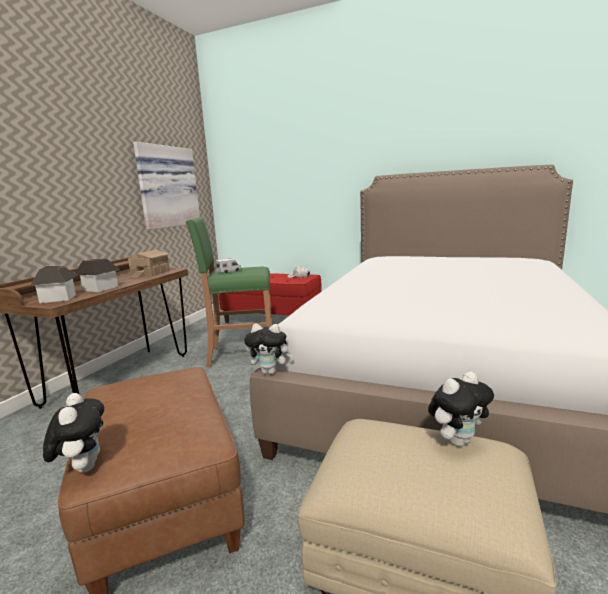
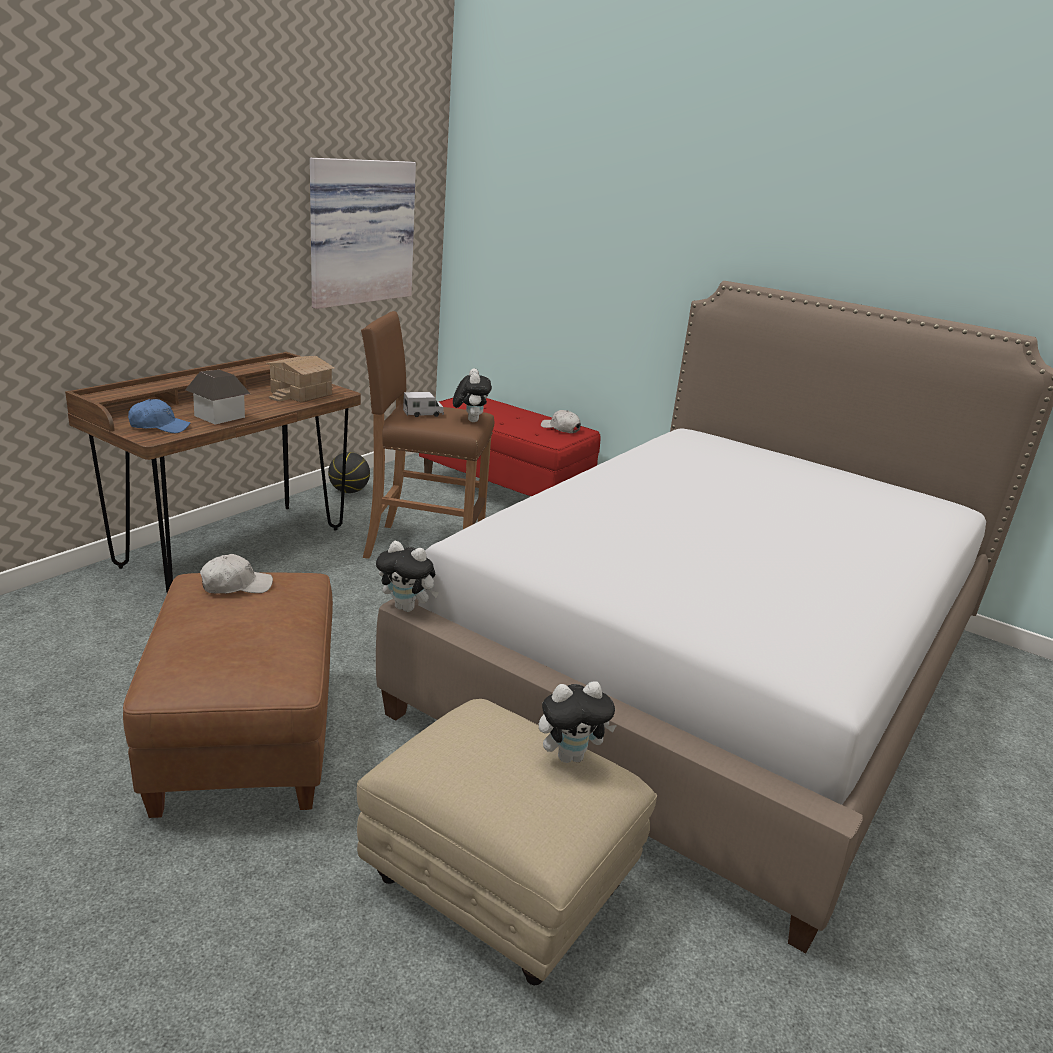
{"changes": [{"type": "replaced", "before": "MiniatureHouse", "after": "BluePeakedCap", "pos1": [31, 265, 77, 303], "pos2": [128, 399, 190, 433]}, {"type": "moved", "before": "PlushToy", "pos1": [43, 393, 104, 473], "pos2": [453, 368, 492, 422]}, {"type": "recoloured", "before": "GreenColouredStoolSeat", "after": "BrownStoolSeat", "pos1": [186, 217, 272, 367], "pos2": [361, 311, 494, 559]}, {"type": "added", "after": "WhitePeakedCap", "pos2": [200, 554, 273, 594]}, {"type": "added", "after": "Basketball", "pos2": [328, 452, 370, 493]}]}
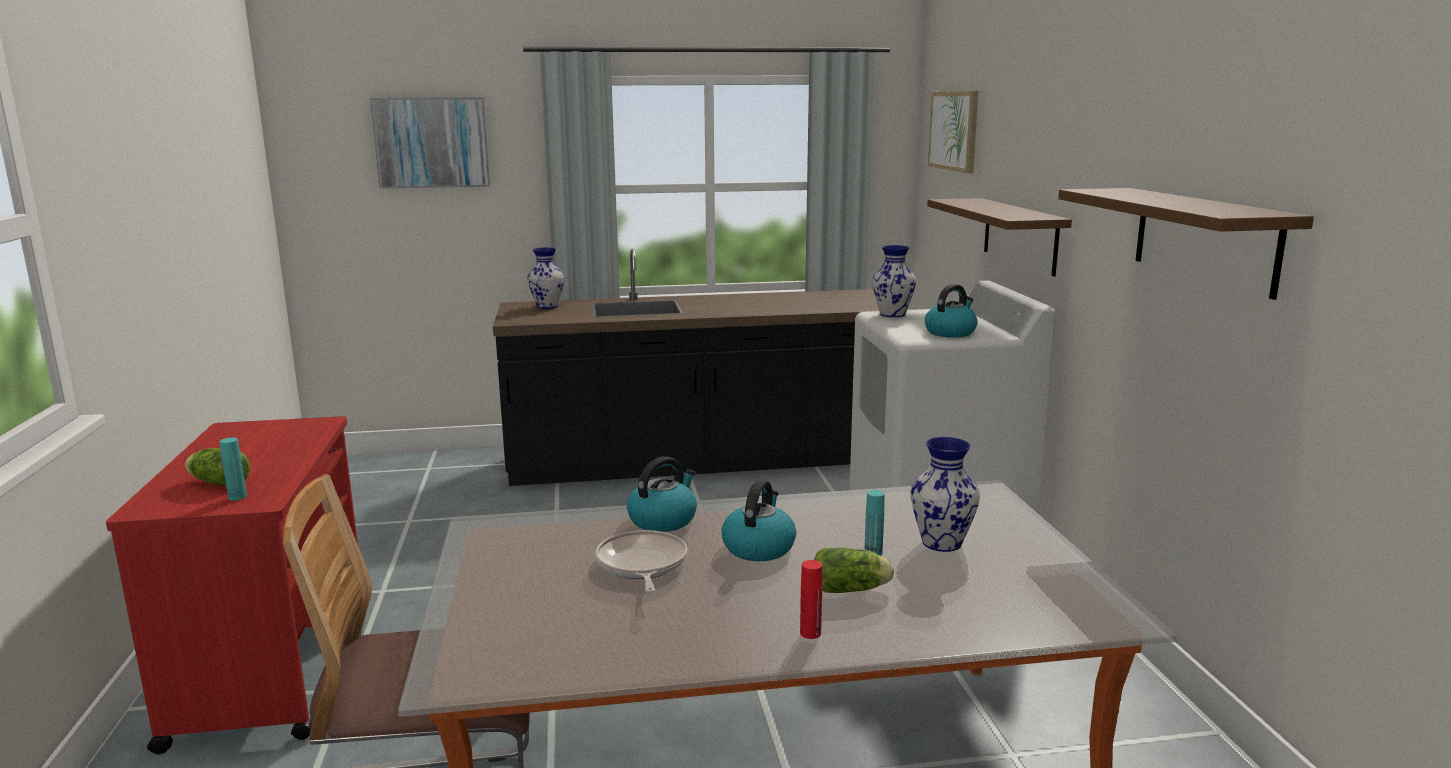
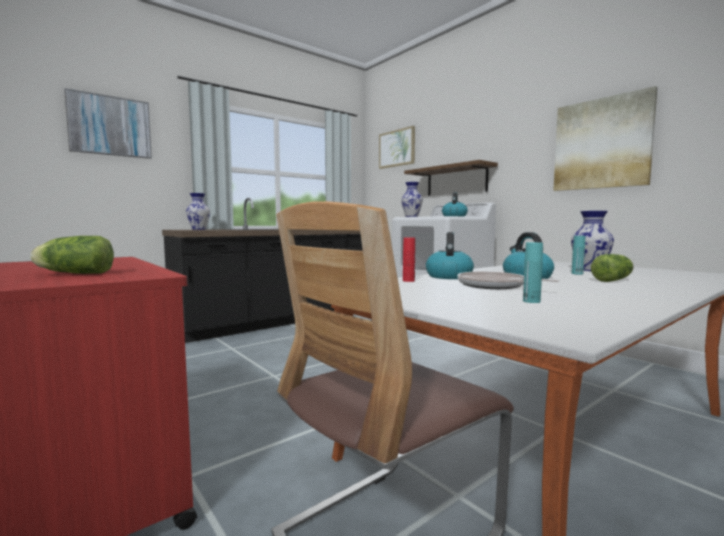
{"changes": [{"type": "moved", "before": "TurquoiseColouredBottle", "pos1": [220, 438, 247, 501], "pos2": [523, 242, 543, 303]}, {"type": "moved", "before": "ReddishBottle", "pos1": [800, 560, 822, 639], "pos2": [403, 237, 415, 282]}, {"type": "replaced", "before": "BrownShelf", "after": "WallPicture", "pos1": [1058, 188, 1314, 300], "pos2": [553, 86, 658, 191]}]}
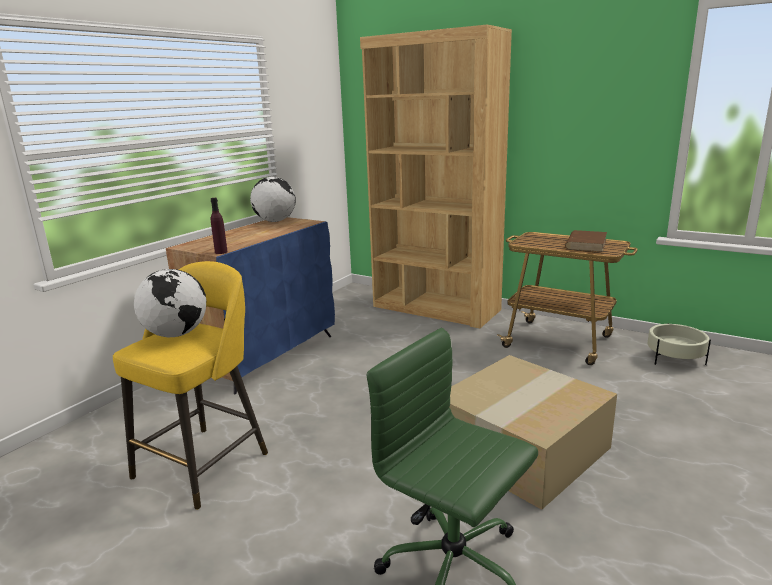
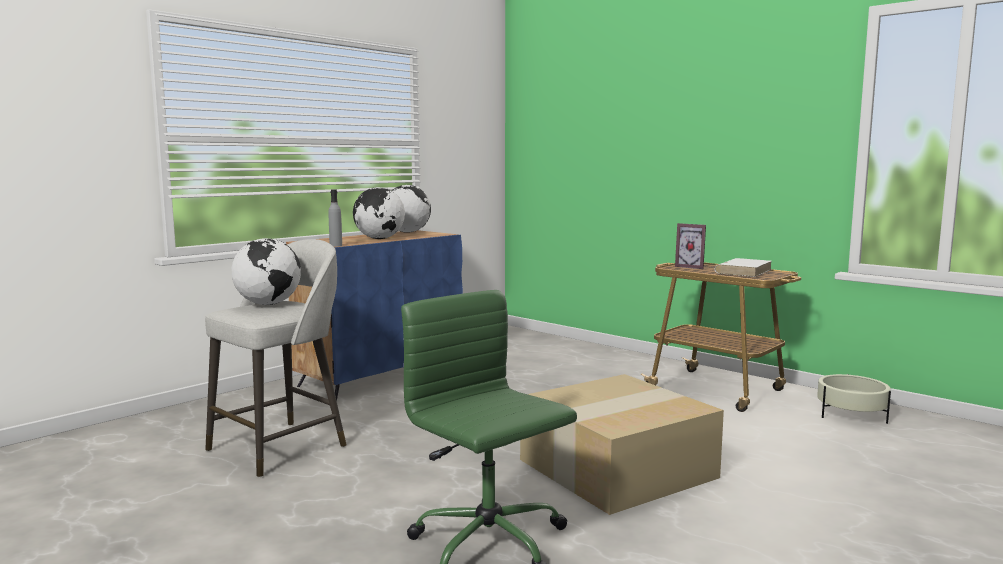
{"changes": [{"type": "recoloured", "before": "YellowColouredStoolSeat", "after": "GreyishStoolSeat", "pos1": [113, 261, 268, 509], "pos2": [205, 239, 347, 477]}, {"type": "recoloured", "before": "PurpleBottle", "after": "GreyishBottle", "pos1": [211, 198, 227, 254], "pos2": [328, 190, 342, 247]}, {"type": "removed", "before": "BrownBookshelf", "pos1": [360, 25, 512, 328]}, {"type": "recoloured", "before": "BrownBook", "after": "WhiteBook", "pos1": [565, 230, 607, 252], "pos2": [715, 258, 772, 277]}, {"type": "added", "after": "Globe", "pos2": [353, 187, 405, 239]}, {"type": "added", "after": "StandingFrame", "pos2": [675, 223, 706, 269]}]}
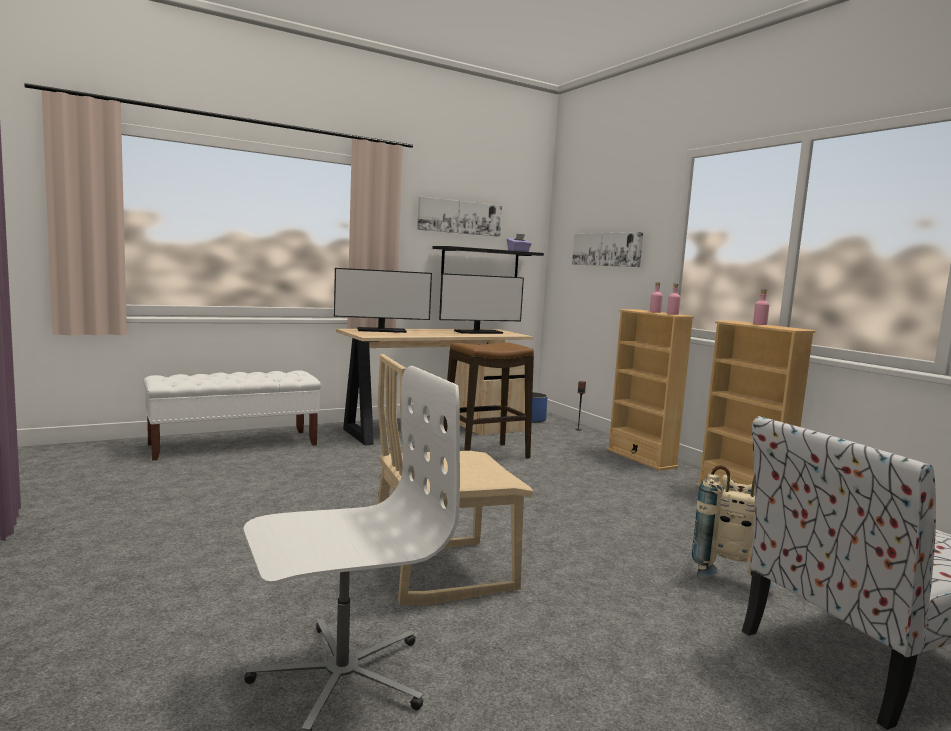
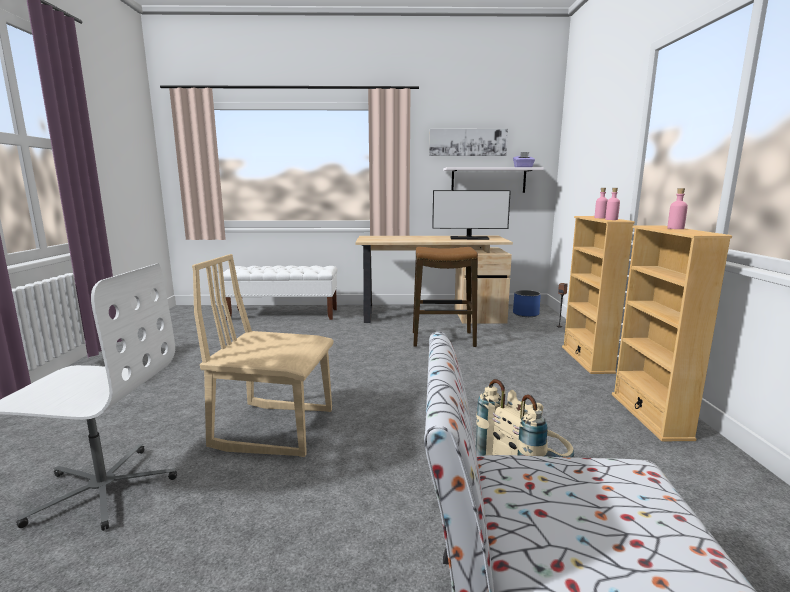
{"changes": [{"type": "removed", "before": "ComputerDisplay", "pos1": [334, 268, 432, 333]}, {"type": "recoloured", "before": "BlackishShelf", "after": "WhiteShelf", "pos1": [433, 246, 544, 277], "pos2": [443, 167, 544, 193]}, {"type": "removed", "before": "WallPicture", "pos1": [572, 232, 643, 267]}]}
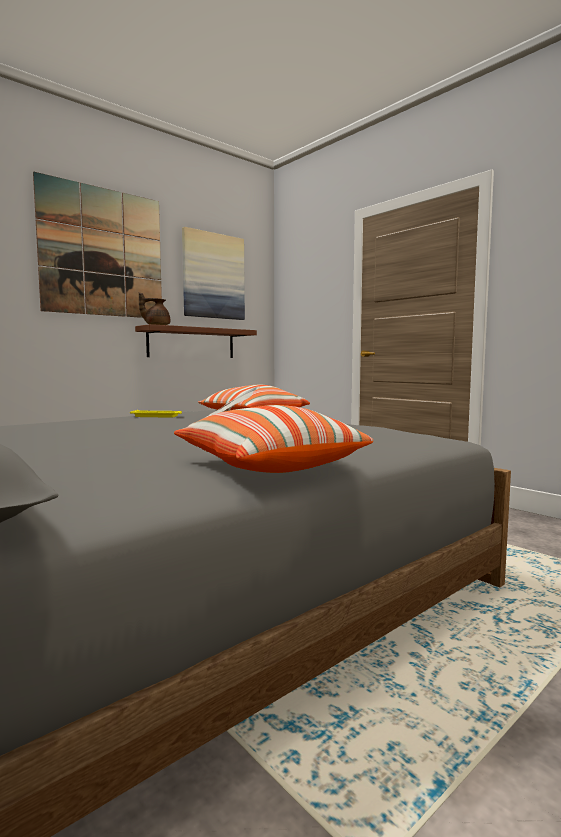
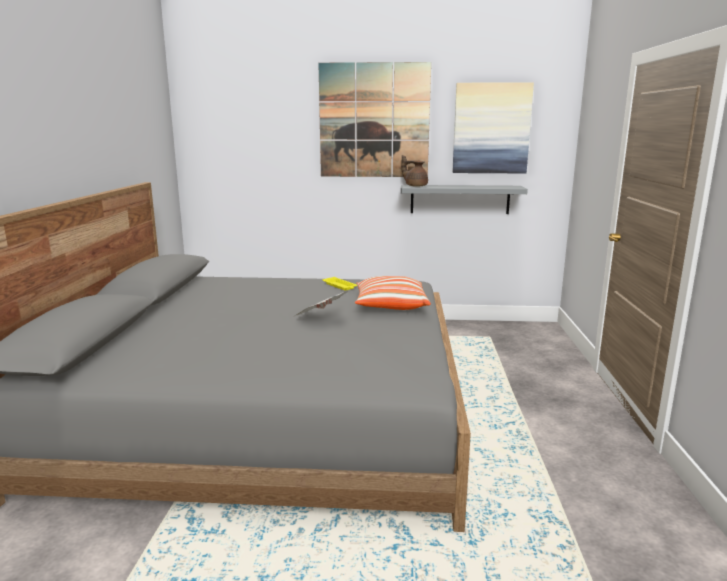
{"changes": [{"type": "recoloured", "before": "BrownShelf", "after": "GreyishShelf", "pos1": [135, 324, 257, 358], "pos2": [401, 185, 528, 214]}, {"type": "removed", "before": "Pillow", "pos1": [174, 405, 373, 473]}]}
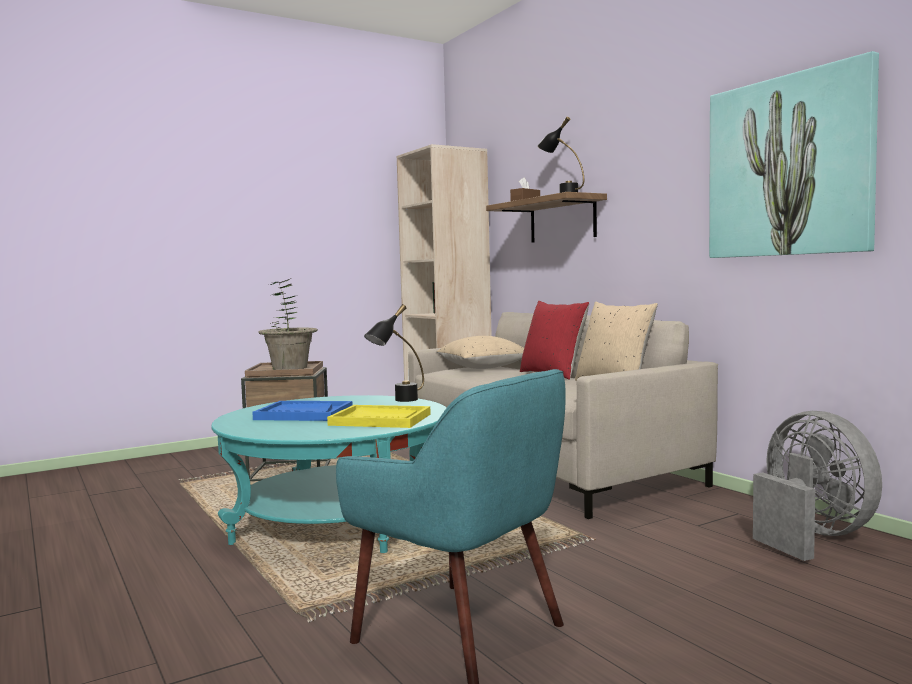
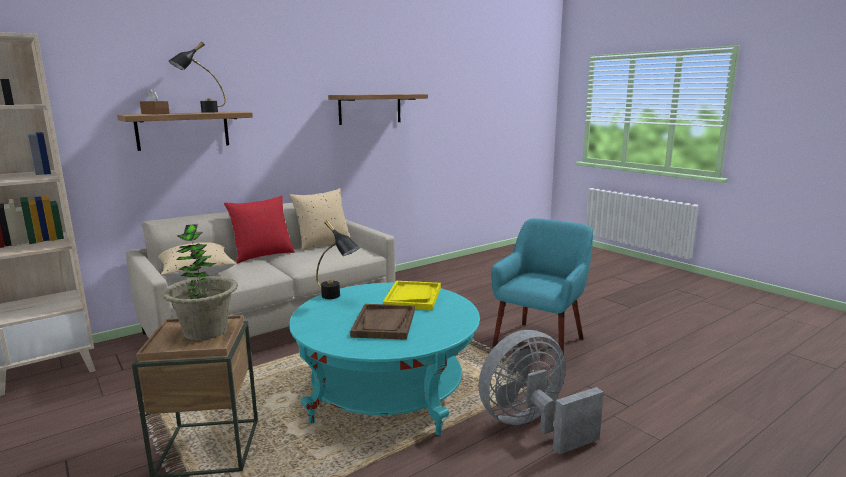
{"changes": [{"type": "recoloured", "before": "BlueTray", "after": "BrownTray", "pos1": [252, 401, 352, 421], "pos2": [350, 304, 415, 340]}, {"type": "replaced", "before": "WallPicture", "after": "Shelf", "pos1": [709, 51, 879, 258], "pos2": [328, 94, 428, 125]}, {"type": "moved", "before": "GreyishFan", "pos1": [753, 411, 882, 561], "pos2": [479, 330, 604, 455]}]}
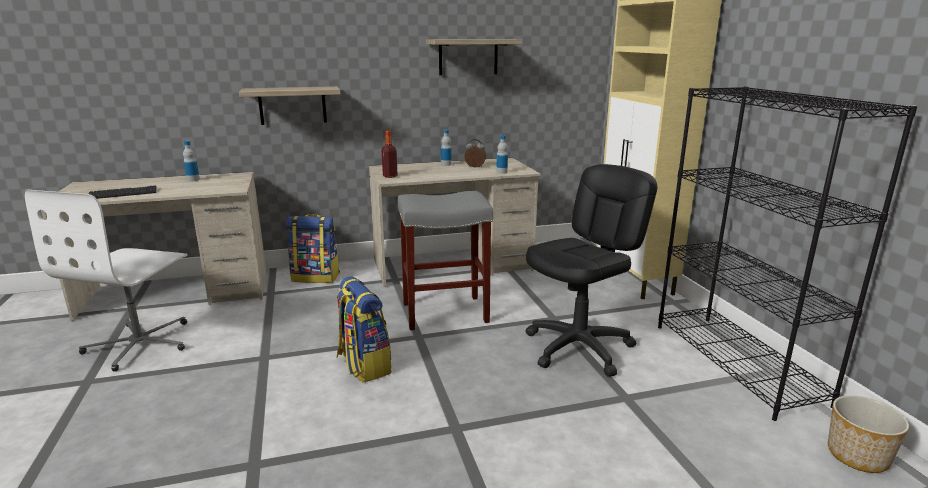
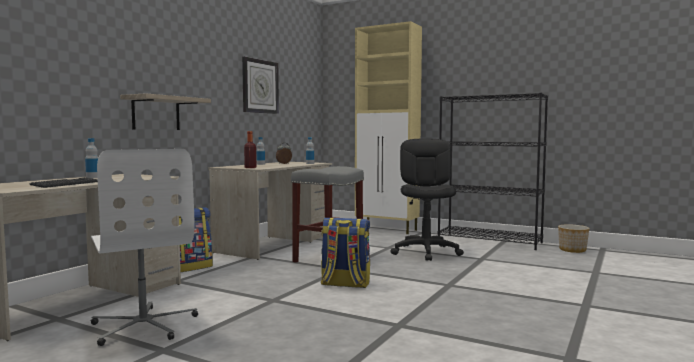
{"changes": [{"type": "replaced", "before": "Shelf", "after": "WallClock", "pos1": [426, 39, 522, 75], "pos2": [242, 57, 279, 114]}]}
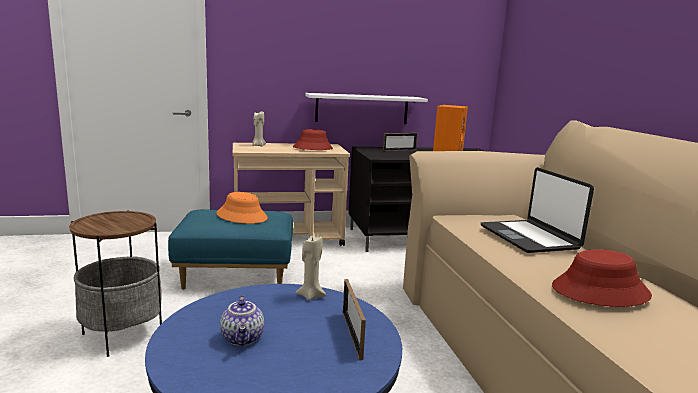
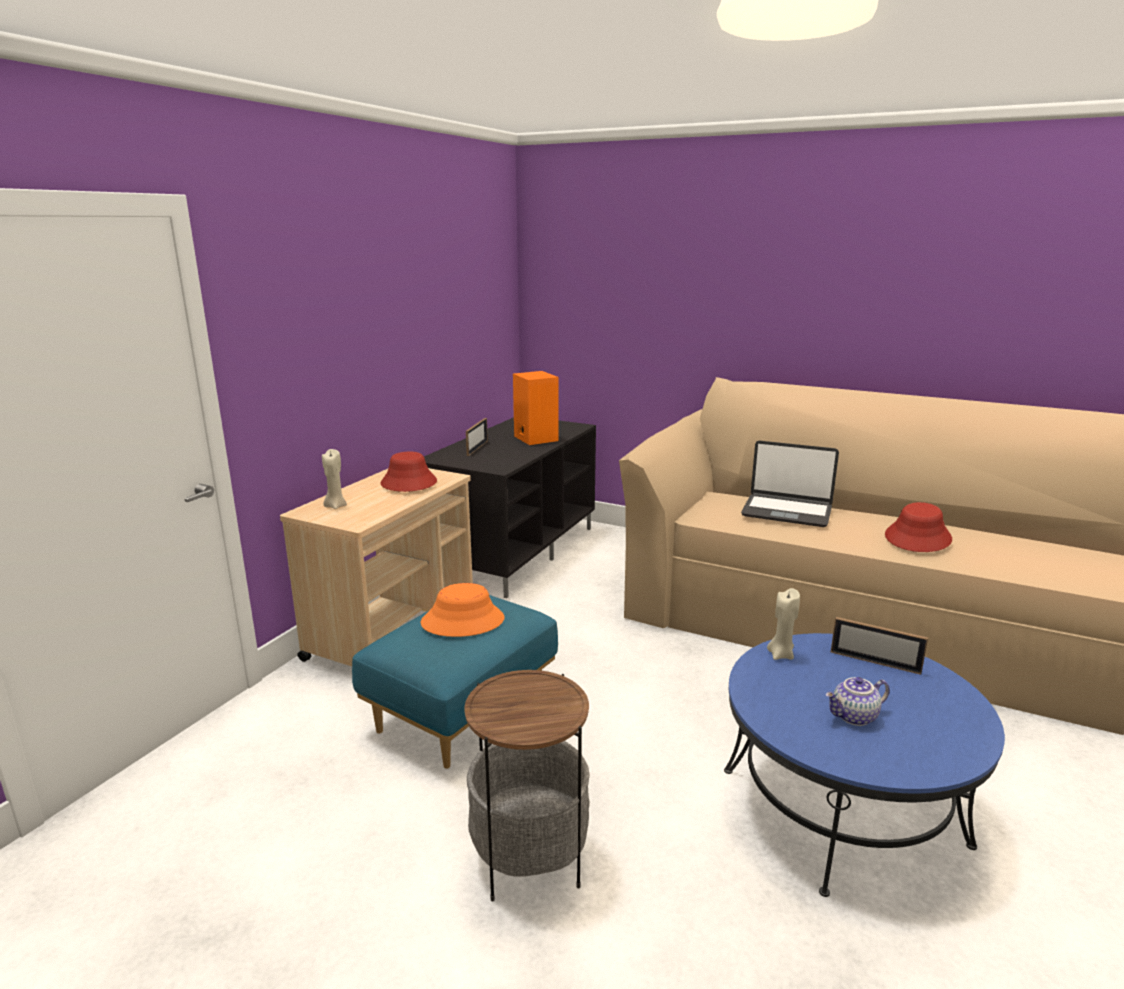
{"changes": [{"type": "turned", "before": "PotForTea", "pos1": [220, 295, 264, 346], "pos2": [825, 677, 890, 726], "turn": 135}, {"type": "removed", "before": "WhiteShelf", "pos1": [305, 93, 428, 124]}]}
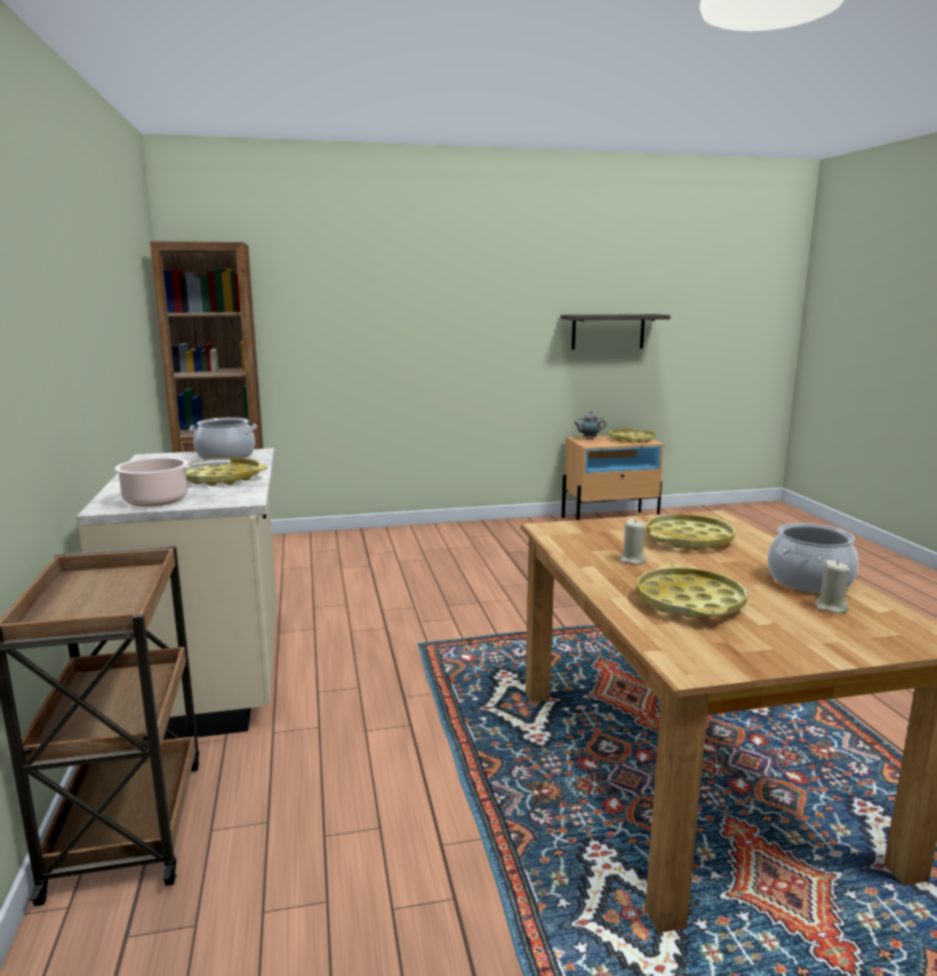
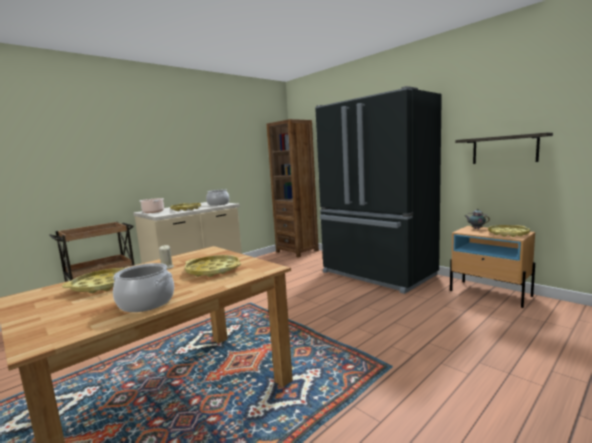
{"changes": [{"type": "removed", "before": "BeigeCandle", "pos1": [814, 560, 850, 613]}, {"type": "added", "after": "BlackishFridge", "pos2": [315, 86, 442, 294]}]}
